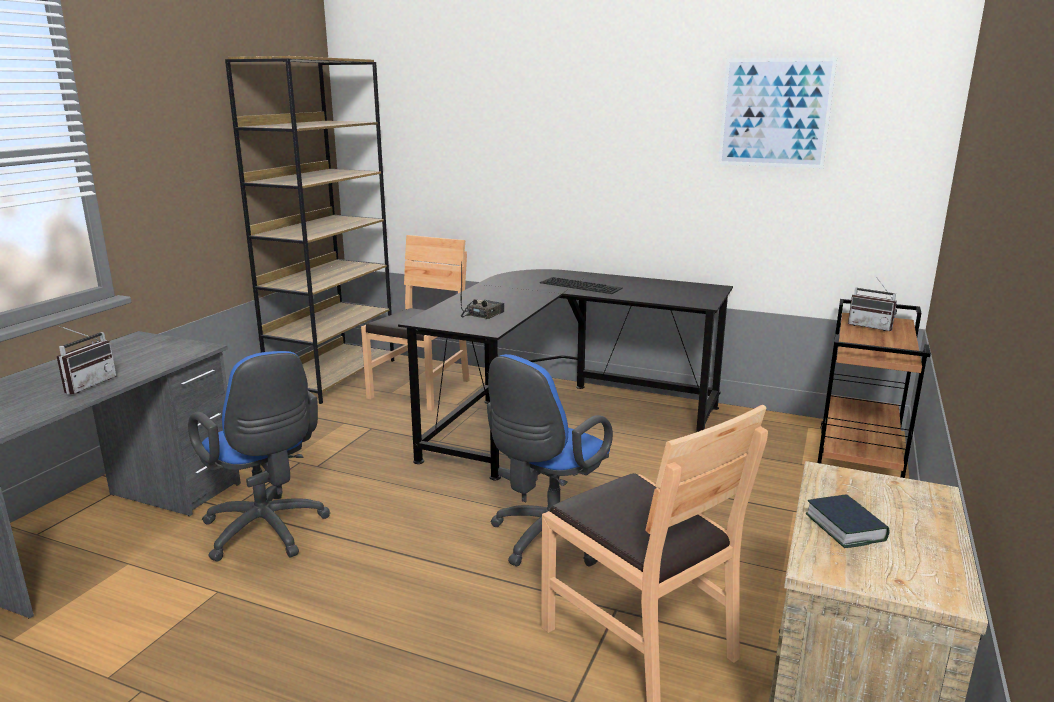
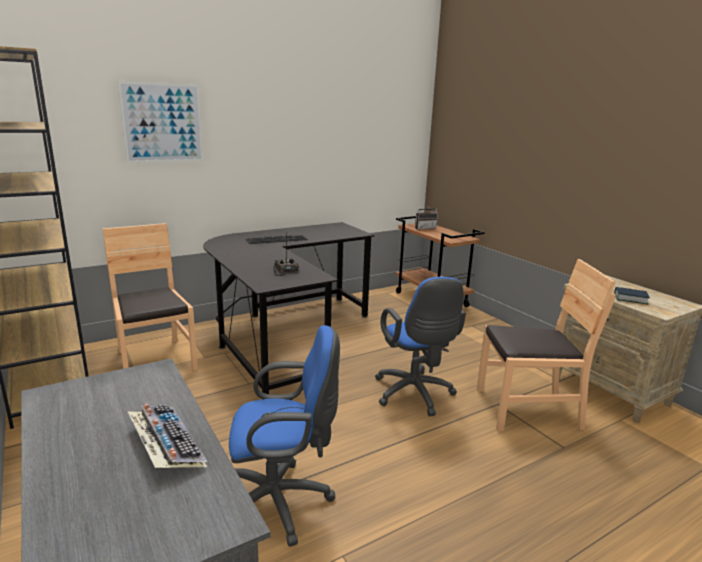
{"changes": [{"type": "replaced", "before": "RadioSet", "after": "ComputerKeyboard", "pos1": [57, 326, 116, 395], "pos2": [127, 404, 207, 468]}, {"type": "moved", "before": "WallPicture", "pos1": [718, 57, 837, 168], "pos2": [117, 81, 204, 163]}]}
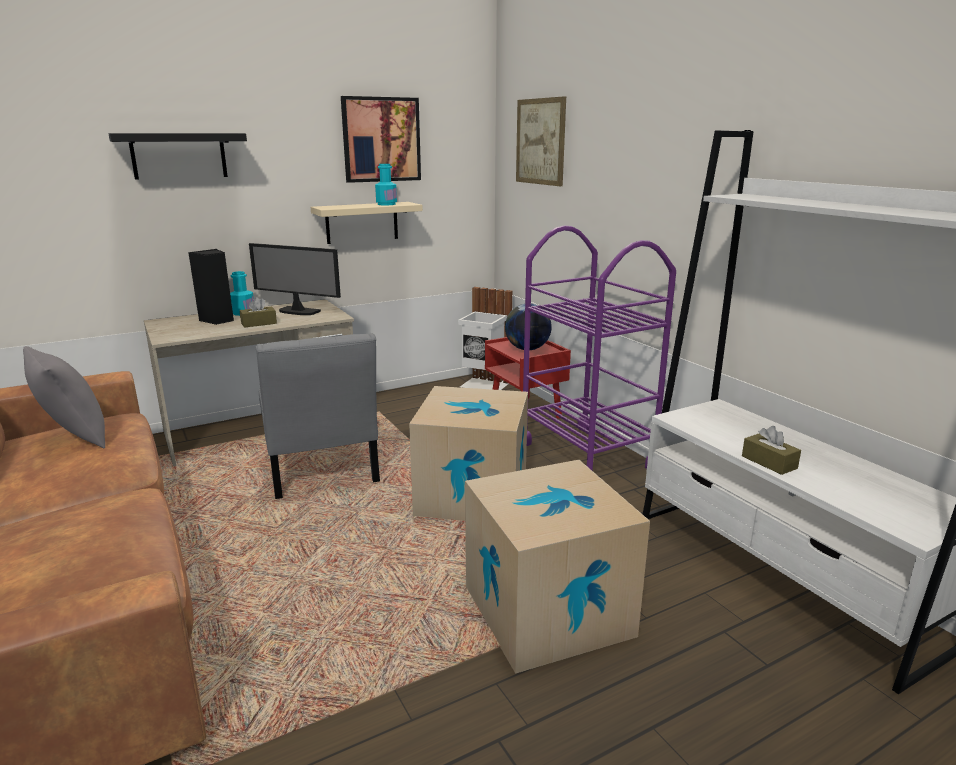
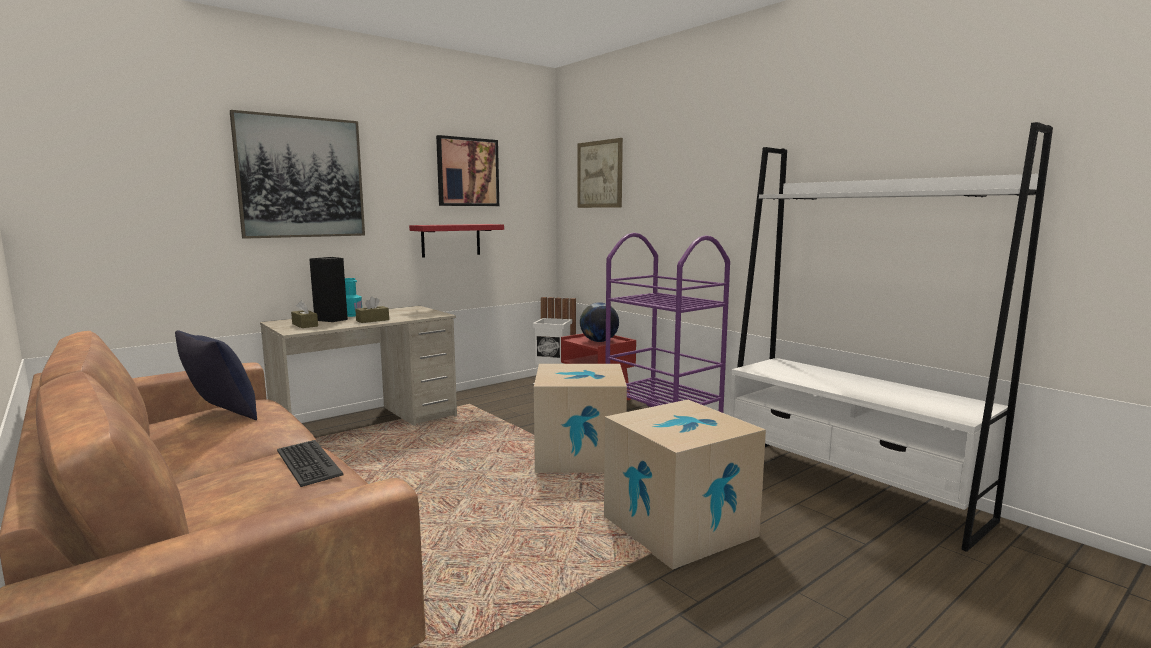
{"changes": [{"type": "recoloured", "before": "GreyishPillow", "after": "BluePillow", "pos1": [23, 346, 105, 449], "pos2": [175, 330, 257, 420]}, {"type": "replaced", "before": "BlackishShelf", "after": "WallPicture", "pos1": [109, 133, 247, 180], "pos2": [230, 110, 365, 239]}, {"type": "removed", "before": "ComputerDisplay", "pos1": [249, 243, 341, 315]}, {"type": "removed", "before": "GreyishChair", "pos1": [256, 333, 380, 499]}, {"type": "recoloured", "before": "BeigeShelf", "after": "ReddishShelf", "pos1": [311, 202, 423, 244], "pos2": [409, 224, 504, 258]}, {"type": "removed", "before": "TurquoiseColouredBottle", "pos1": [375, 164, 397, 205]}, {"type": "moved", "before": "BrownBoxOfTissues", "pos1": [742, 426, 801, 475], "pos2": [291, 300, 318, 328]}, {"type": "added", "after": "ComputerKeyboard", "pos2": [277, 440, 344, 487]}]}
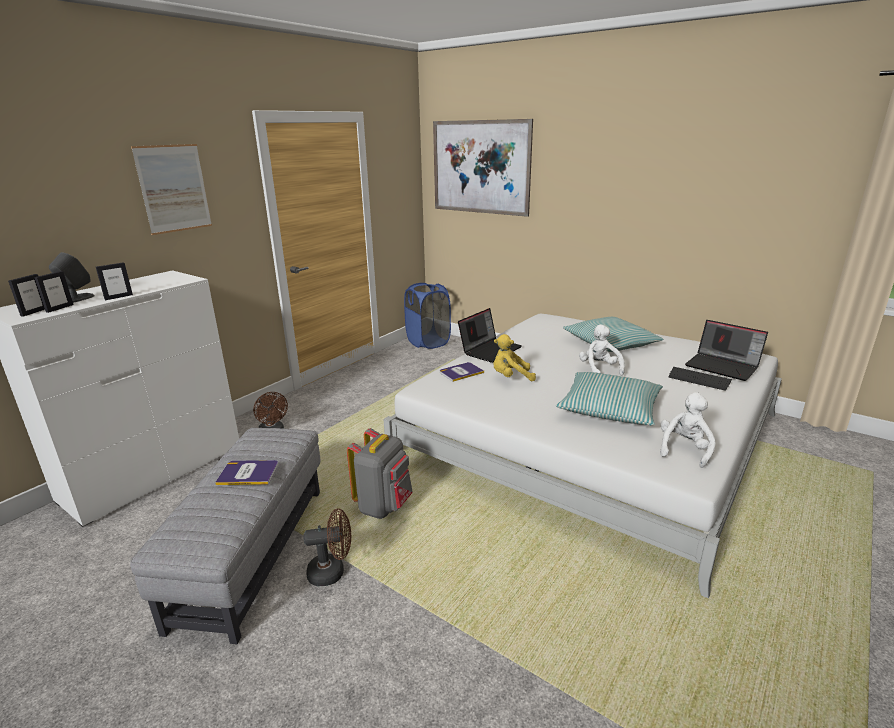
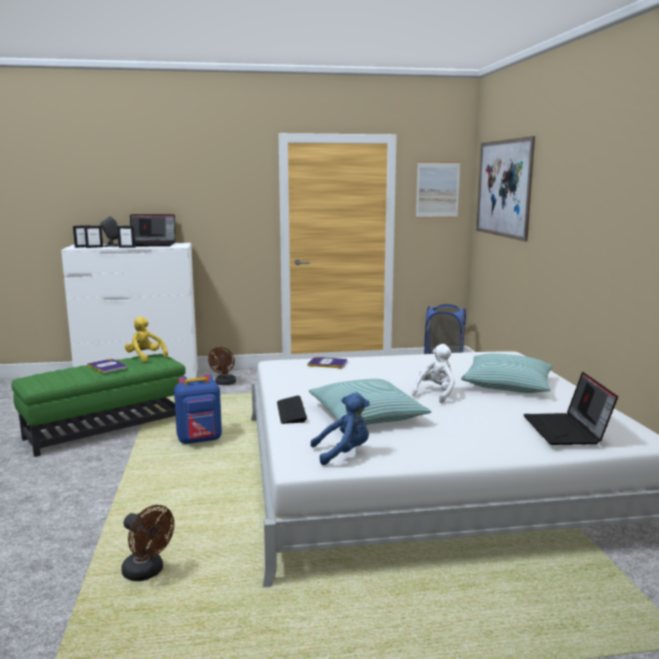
{"changes": [{"type": "recoloured", "before": "GreyishFootrest", "after": "GreenColouredFootrest", "pos1": [130, 428, 320, 644], "pos2": [11, 354, 186, 457]}, {"type": "moved", "before": "WallPicture", "pos1": [131, 144, 212, 235], "pos2": [416, 161, 460, 218]}, {"type": "moved", "before": "BrownFan", "pos1": [303, 508, 351, 586], "pos2": [121, 505, 174, 581]}, {"type": "recoloured", "before": "GreyishBackpack", "after": "BlueBackpack", "pos1": [347, 428, 413, 519], "pos2": [174, 374, 222, 444]}, {"type": "moved", "before": "Laptop", "pos1": [458, 308, 522, 363], "pos2": [130, 214, 175, 246]}, {"type": "moved", "before": "YellowColouredPlushToy", "pos1": [493, 334, 536, 381], "pos2": [125, 317, 168, 362]}, {"type": "recoloured", "before": "WhitePlushToy", "after": "BluePlushToy", "pos1": [660, 392, 716, 468], "pos2": [310, 393, 370, 465]}, {"type": "moved", "before": "ComputerKeyboard", "pos1": [668, 367, 732, 391], "pos2": [277, 395, 307, 424]}]}
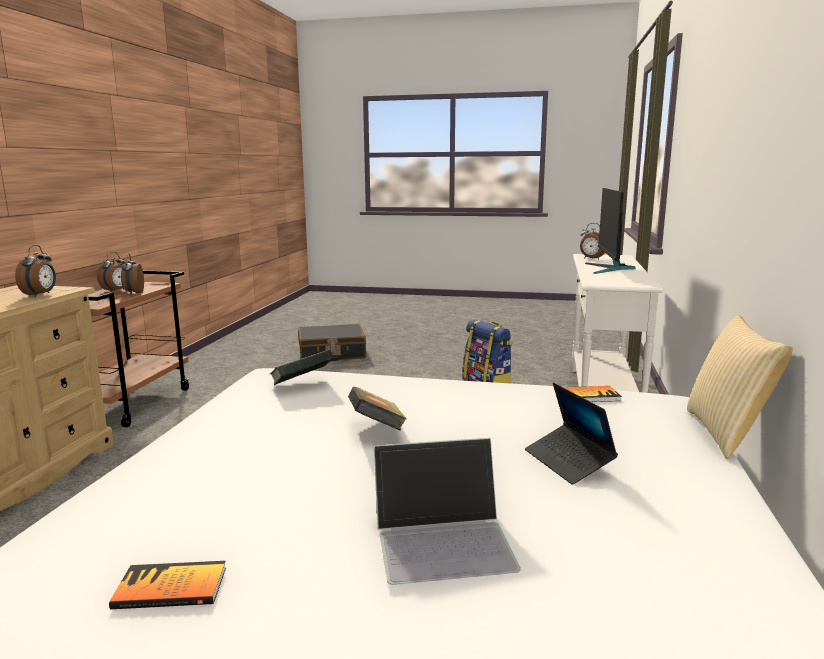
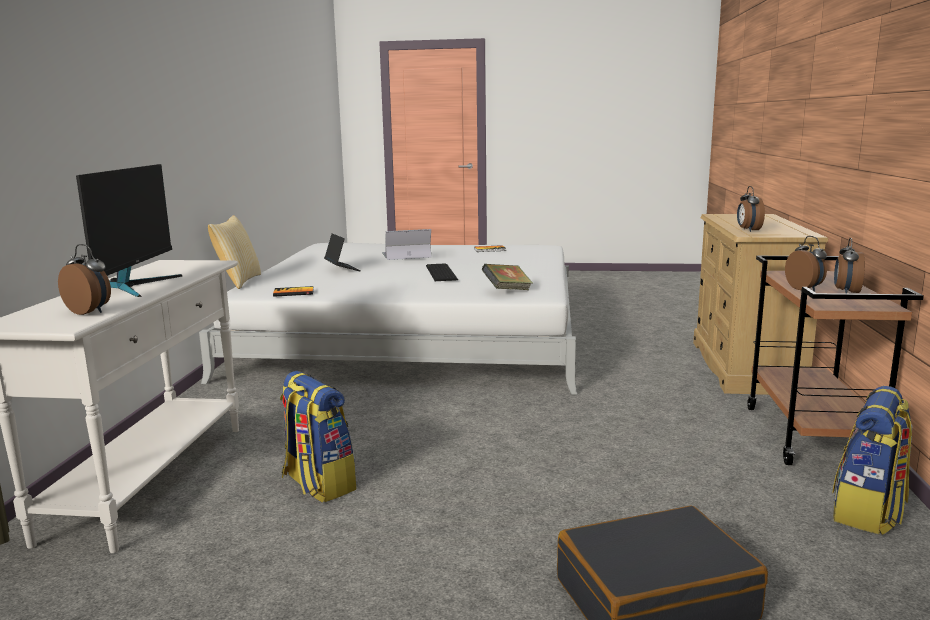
{"changes": [{"type": "replaced", "before": "Book", "after": "ComputerKeyboard", "pos1": [348, 387, 407, 431], "pos2": [426, 263, 458, 281]}, {"type": "added", "after": "Backpack", "pos2": [832, 386, 913, 535]}]}
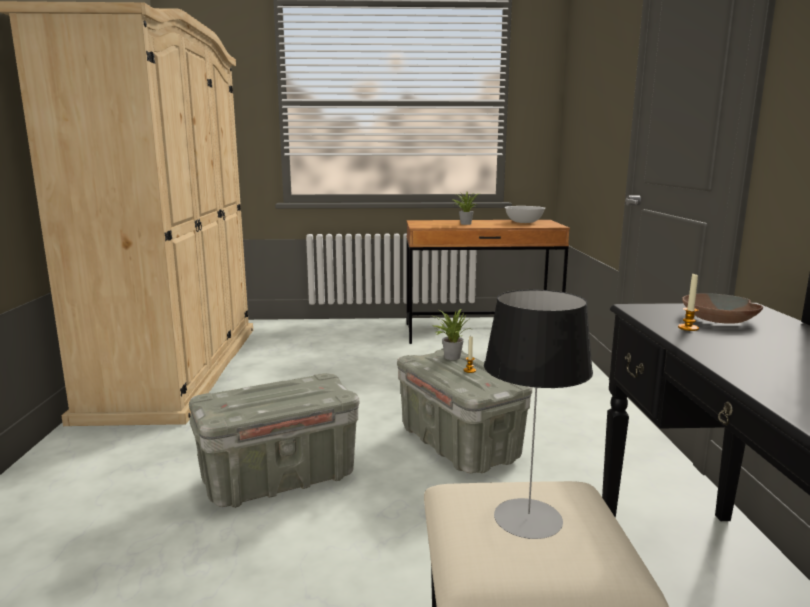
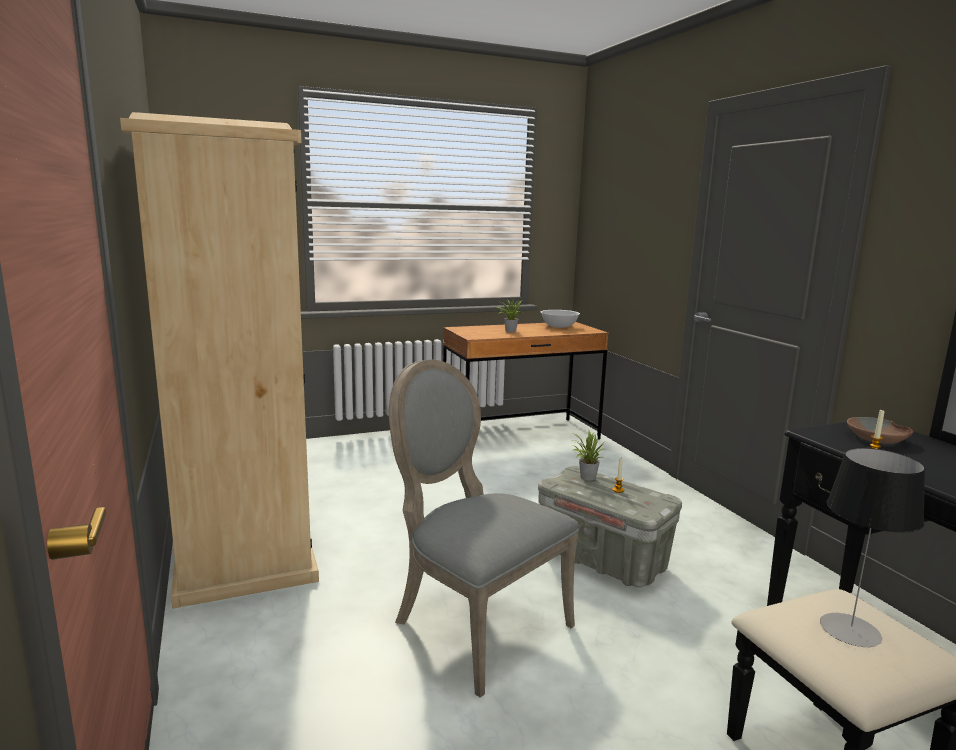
{"changes": [{"type": "replaced", "before": "GreyishStorageBin", "after": "GreyishChair", "pos1": [189, 373, 359, 508], "pos2": [389, 360, 579, 698]}]}
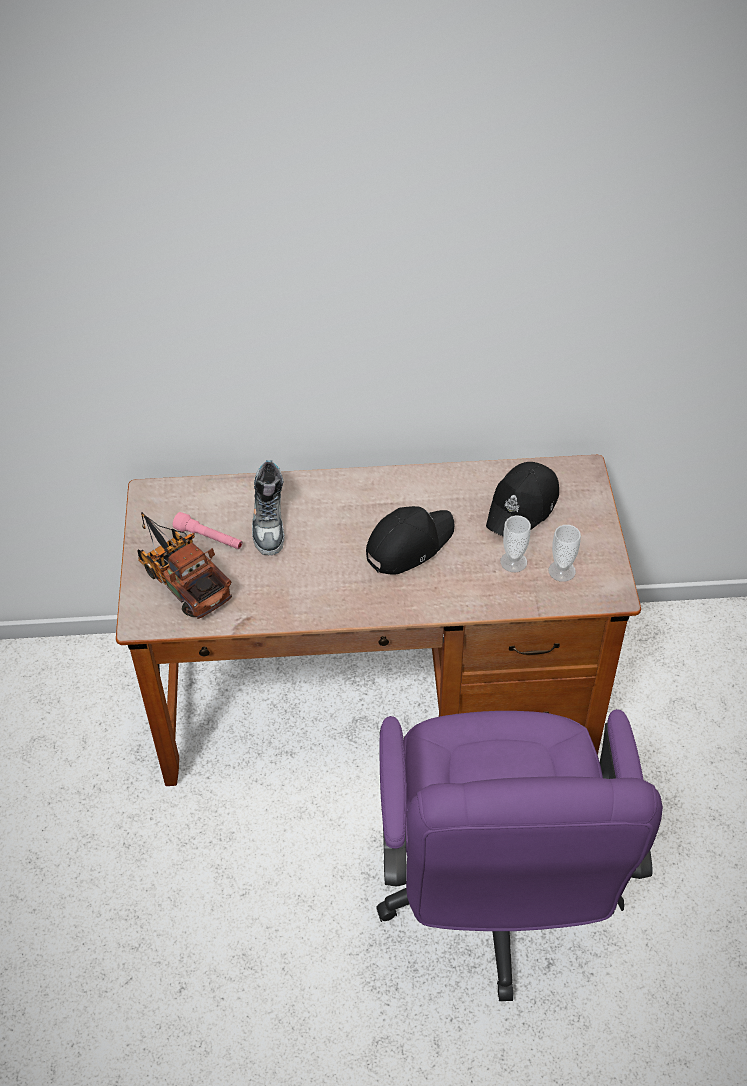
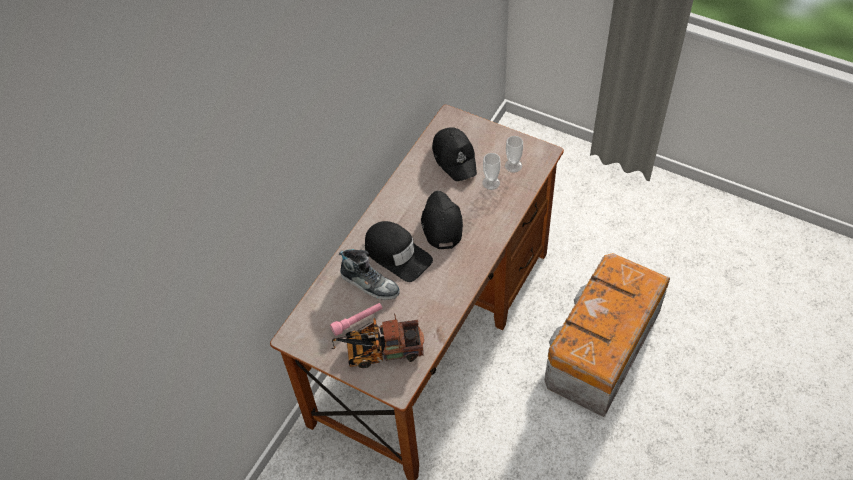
{"changes": [{"type": "replaced", "before": "PurpleComputerChair", "after": "StorageBin", "pos1": [376, 709, 663, 1001], "pos2": [545, 253, 670, 417]}, {"type": "added", "after": "BlackishPeakedCap", "pos2": [365, 221, 433, 282]}]}
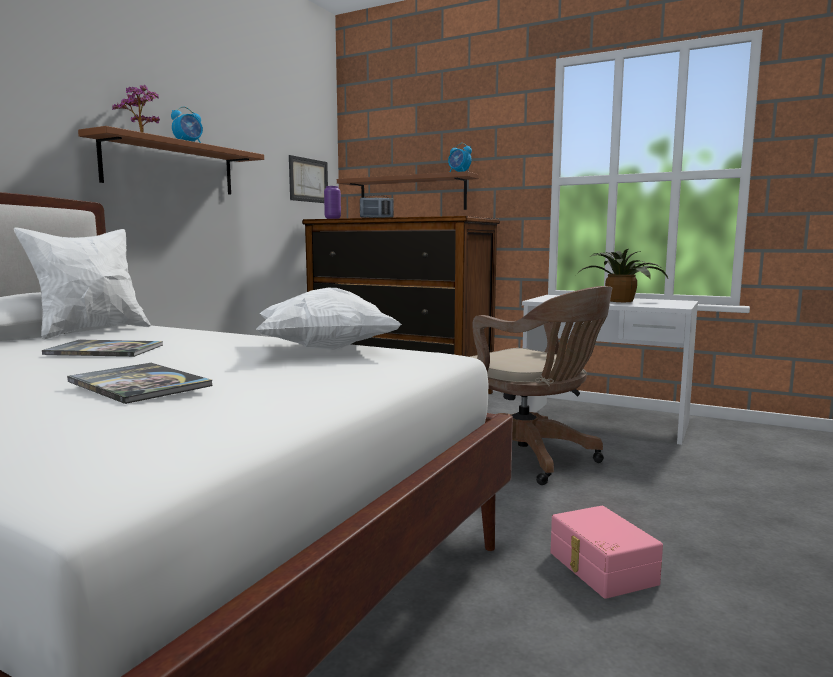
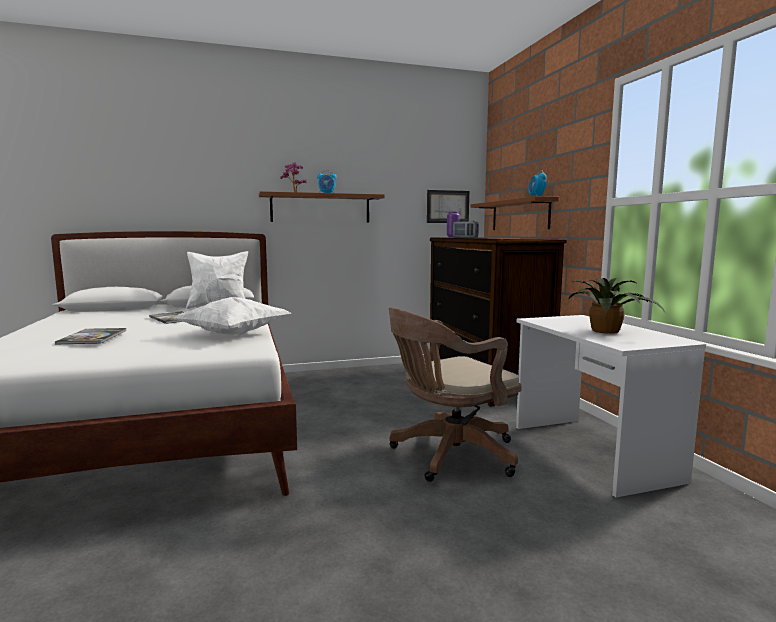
{"changes": [{"type": "turned", "before": "BrownComputerChair", "pos1": [470, 286, 612, 485], "pos2": [389, 308, 522, 482], "turn": 60}, {"type": "removed", "before": "PinkishStorageBin", "pos1": [550, 506, 663, 599]}]}
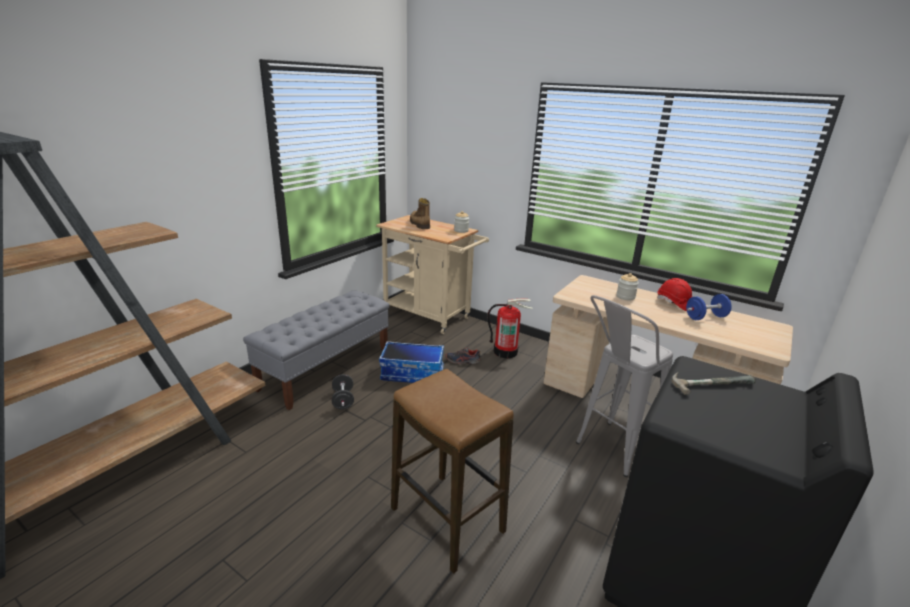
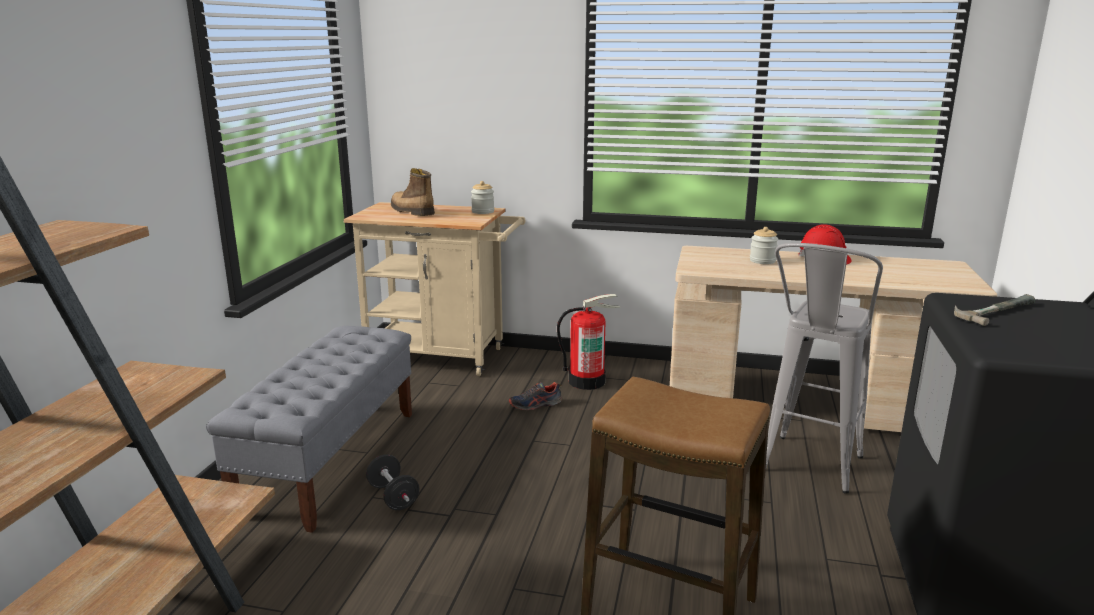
{"changes": [{"type": "removed", "before": "StorageBin", "pos1": [379, 341, 444, 383]}, {"type": "removed", "before": "BlueFreeWeight", "pos1": [686, 294, 732, 320]}]}
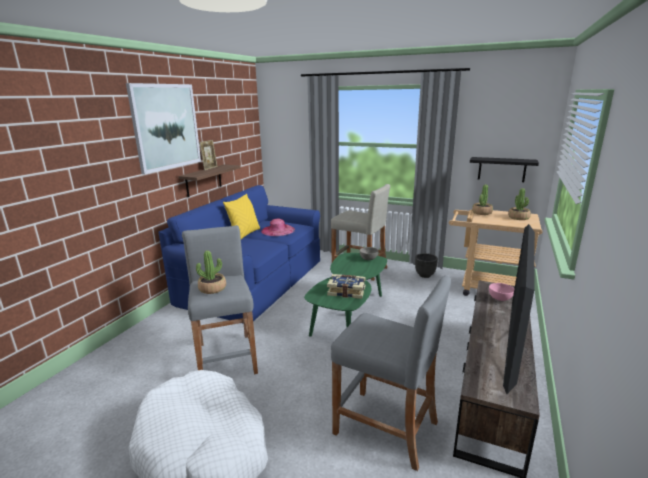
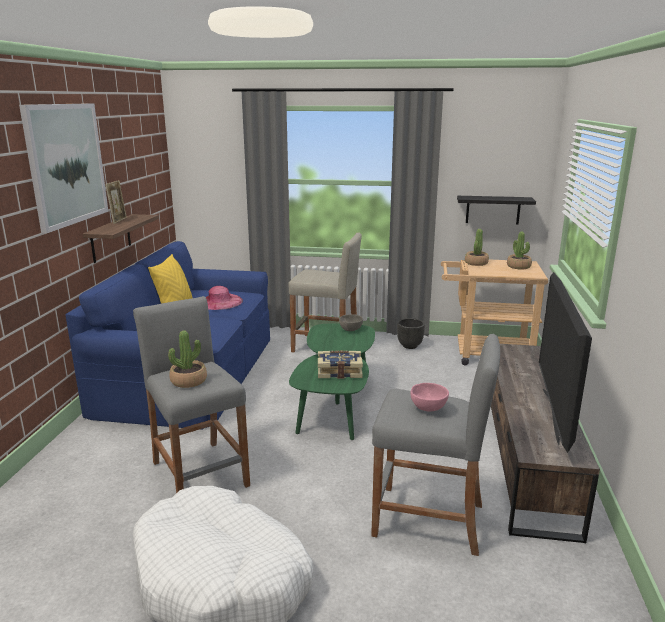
{"changes": [{"type": "moved", "before": "PinkishServingBowl", "pos1": [489, 283, 514, 301], "pos2": [411, 383, 449, 412]}]}
